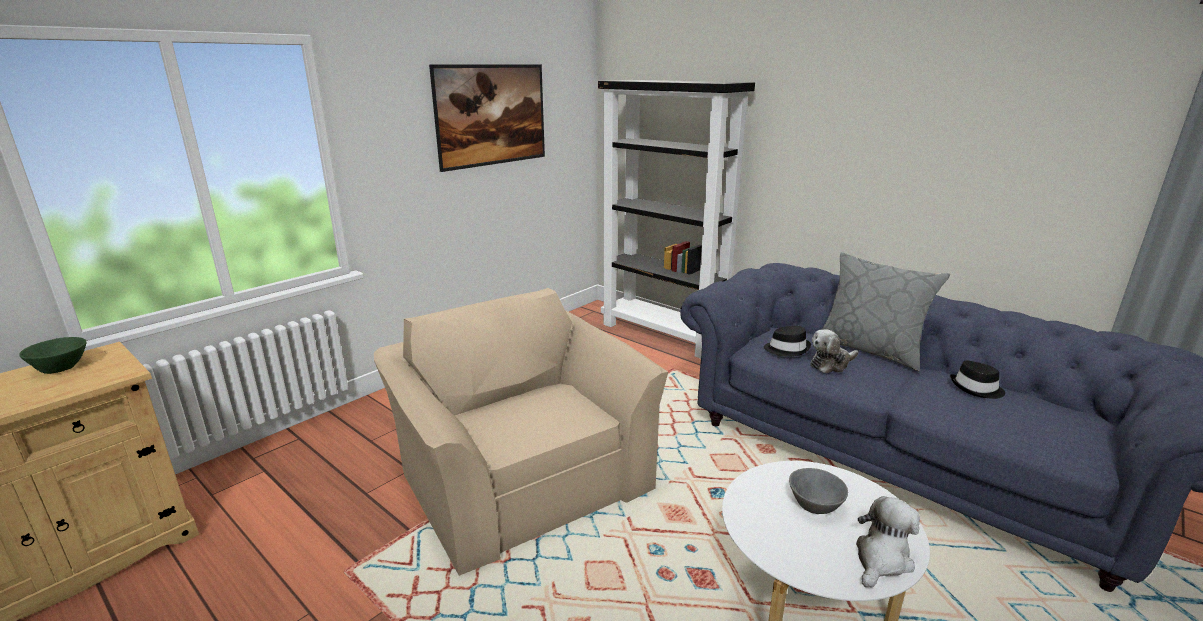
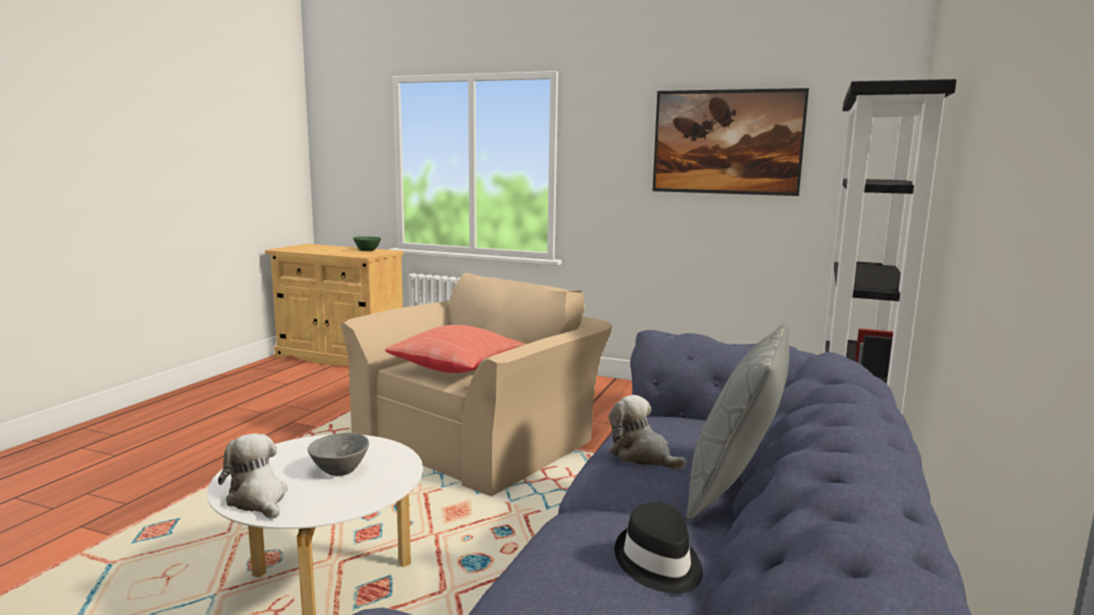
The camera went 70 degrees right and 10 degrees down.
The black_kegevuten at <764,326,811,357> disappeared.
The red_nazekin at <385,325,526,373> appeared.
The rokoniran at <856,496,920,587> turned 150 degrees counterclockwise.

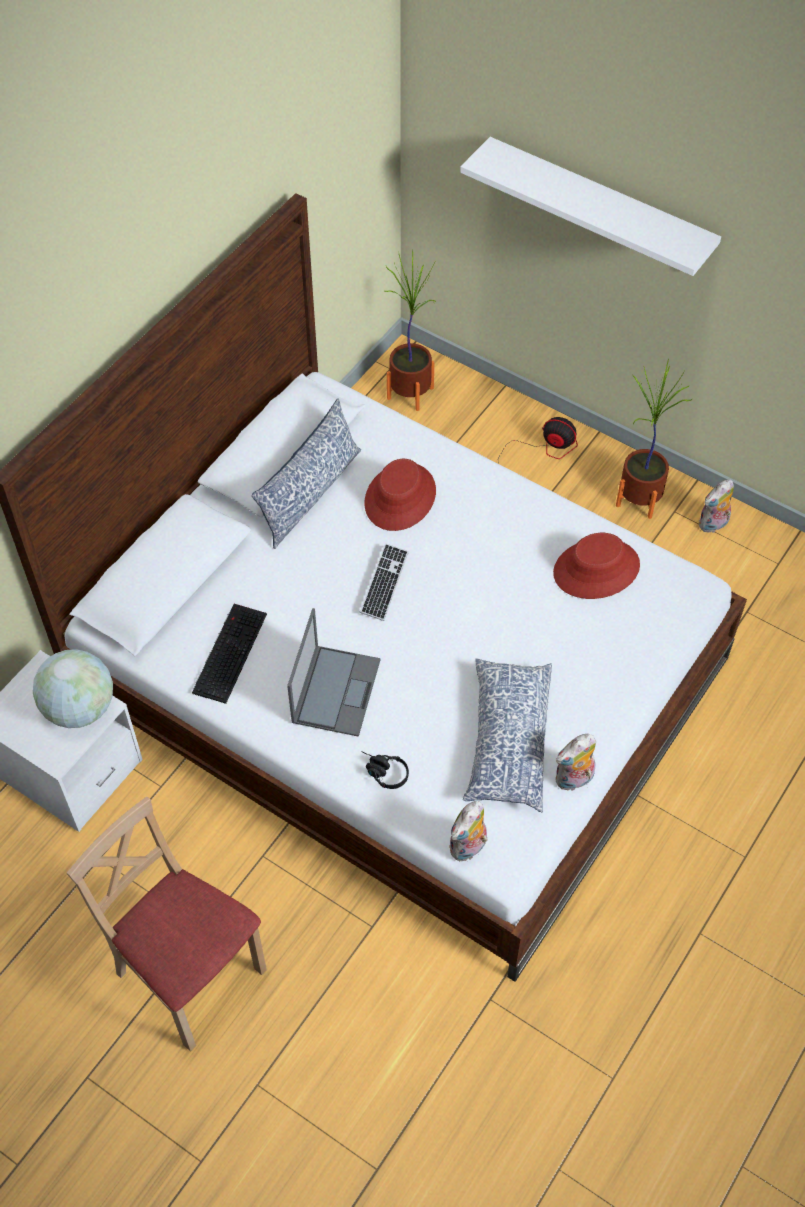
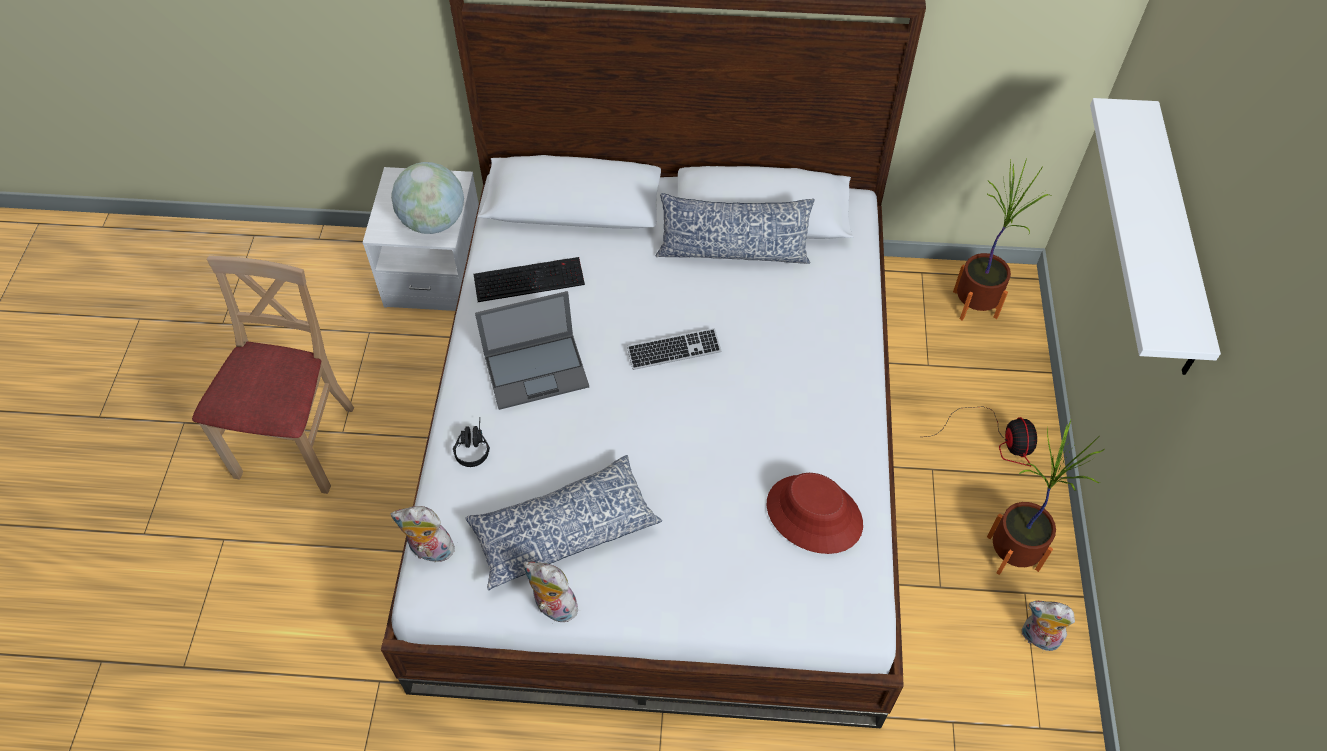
The camera went 60 degrees right and 0 degrees up.
The red_kegevuten at <364,459,436,531> disappeared.

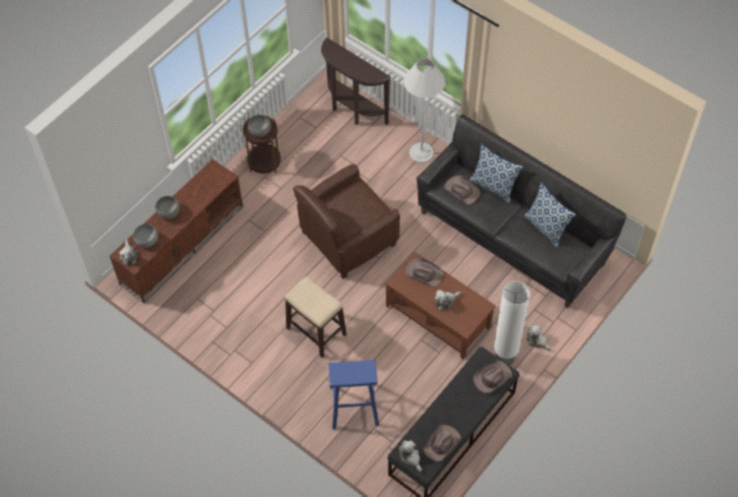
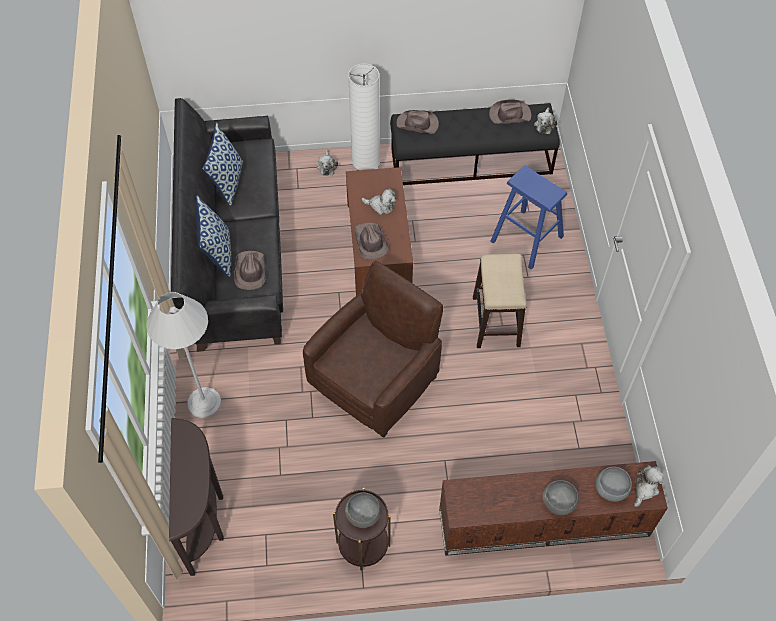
The camera went 135 degrees left and 0 degrees up.
The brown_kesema at <293,164,400,279> turned 60 degrees counterclockwise.

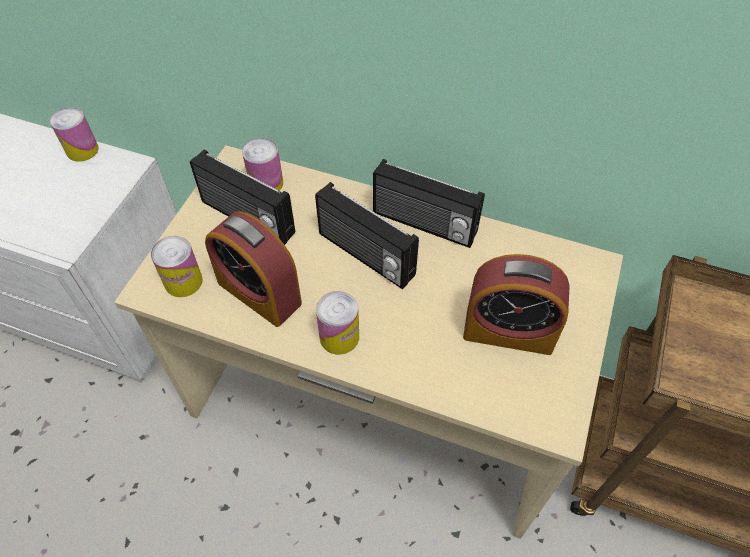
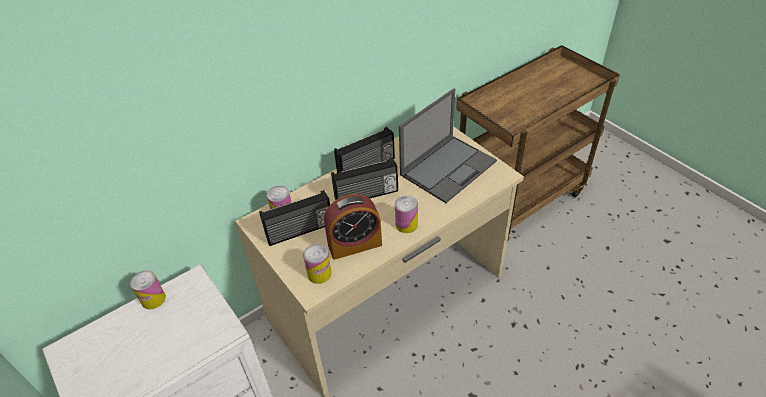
The camera went 55 degrees left and 10 degrees down.
The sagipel at <463,254,570,355> was replaced by the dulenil at <399,88,497,203>.

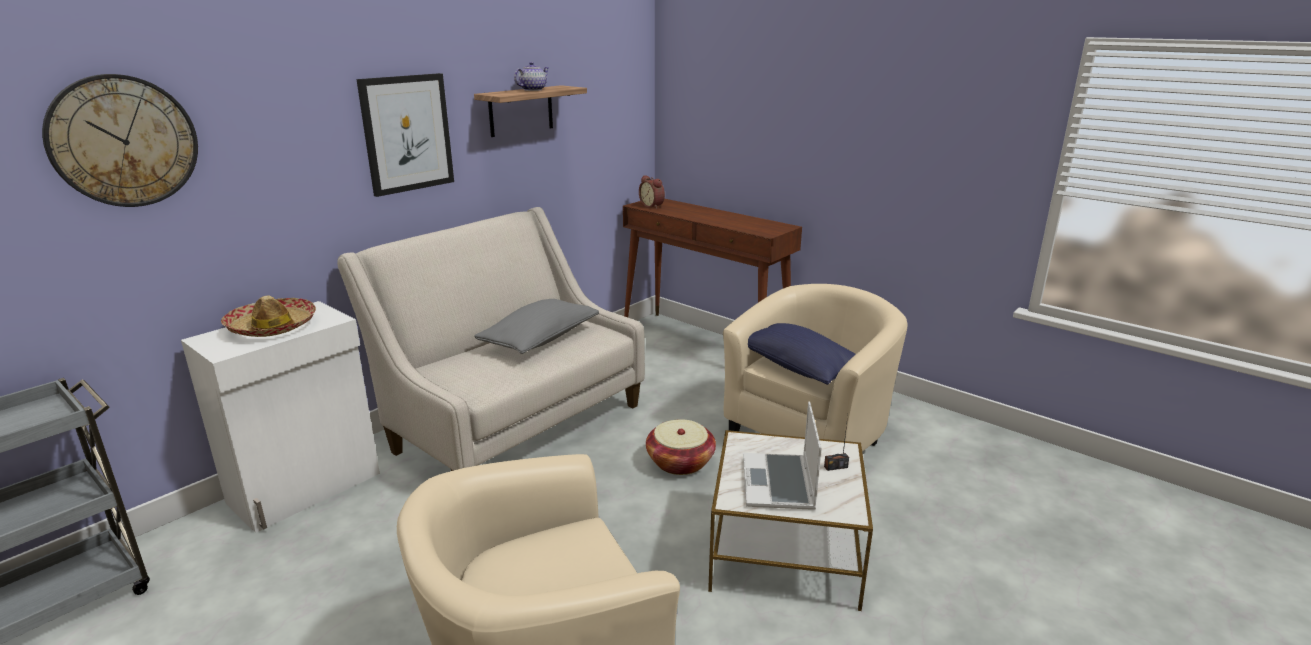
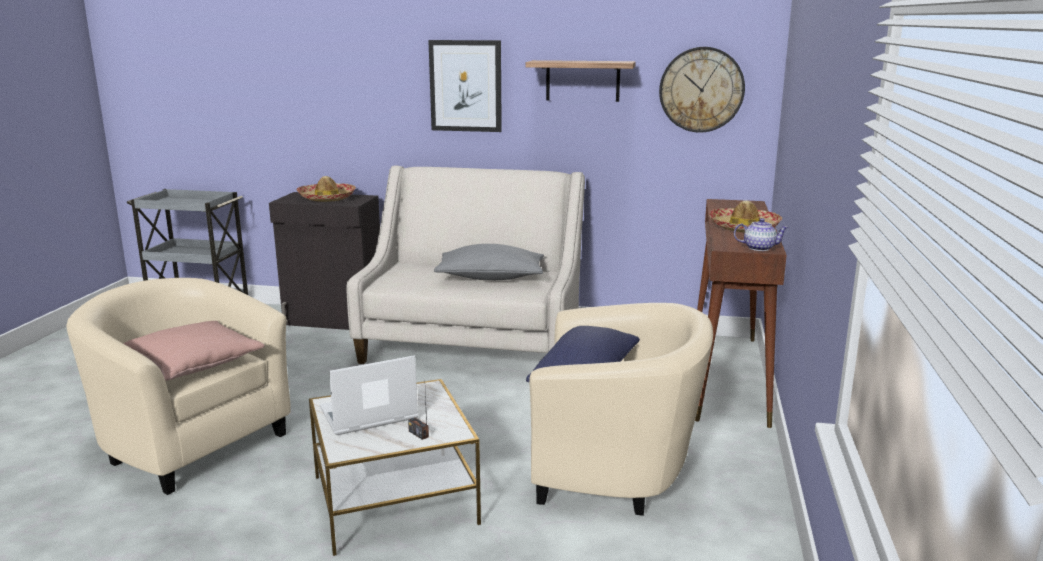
The camera went 60 degrees right and 5 degrees down.
The sagipel at <639,175,665,209> disappeared.
The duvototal at <646,419,716,475> disappeared.
The pink_nazekin at <123,321,265,381> appeared.
The kegevuten at <708,200,782,233> appeared.
The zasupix moved from <42,74,198,207> to <659,47,745,133>.
The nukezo moved from <514,62,549,91> to <734,218,789,251>.
The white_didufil at <181,301,380,533> became the black_didufil at <269,192,380,330>.

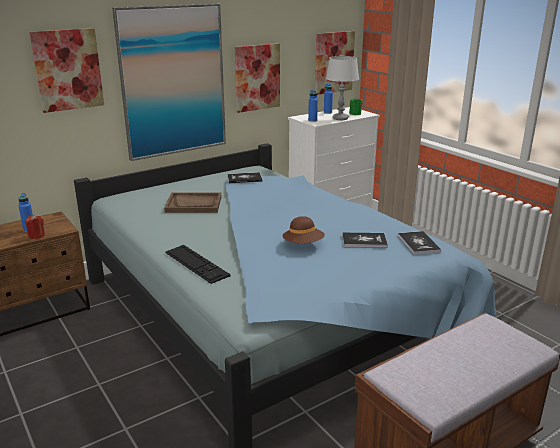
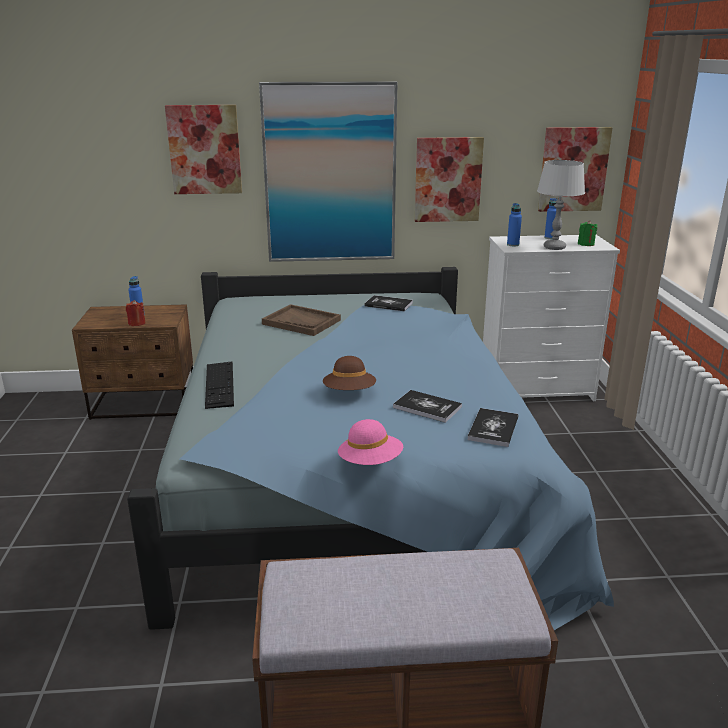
The camera went 30 degrees right and 0 degrees up.
The pink_kegevuten at <338,419,403,465> appeared.

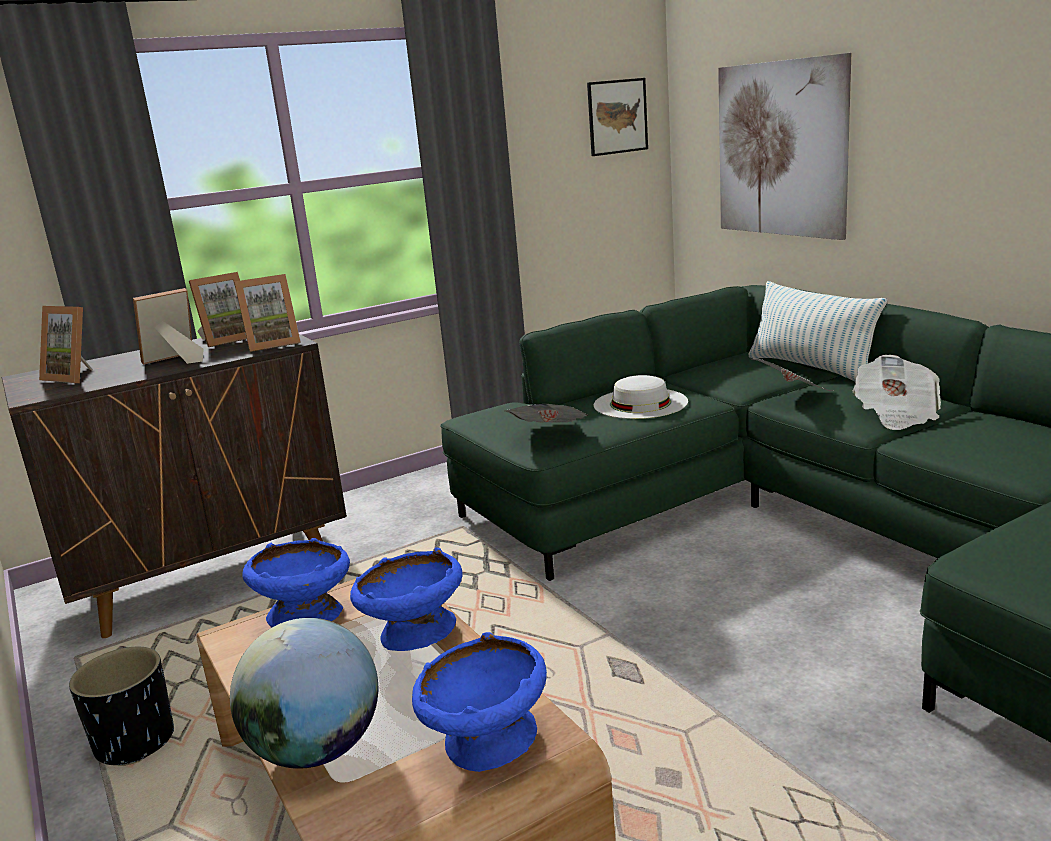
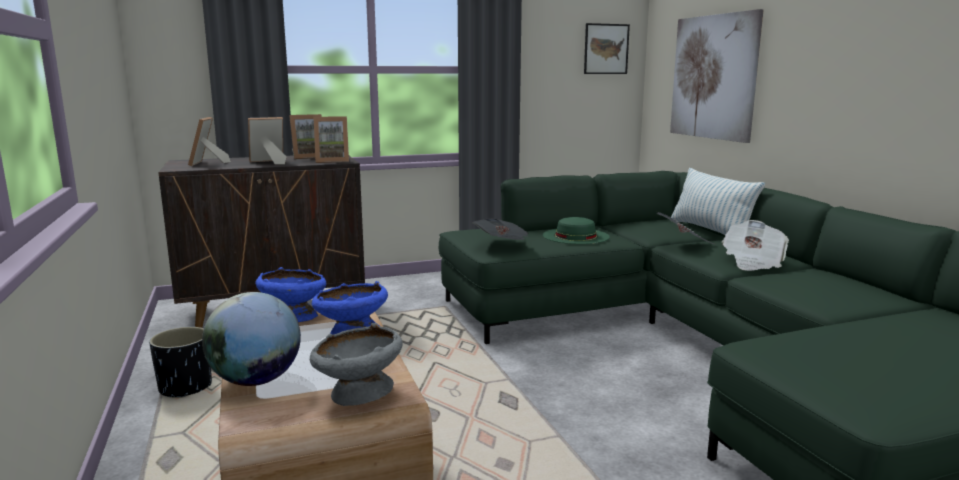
The camera went 10 degrees right and 5 degrees down.
The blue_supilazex at <412,632,547,772> became the grey_supilazex at <310,323,403,406>.
The white_kegevuten at <593,375,688,419> became the green_kegevuten at <543,217,610,244>.
The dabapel at <39,306,93,383> turned 45 degrees clockwise.

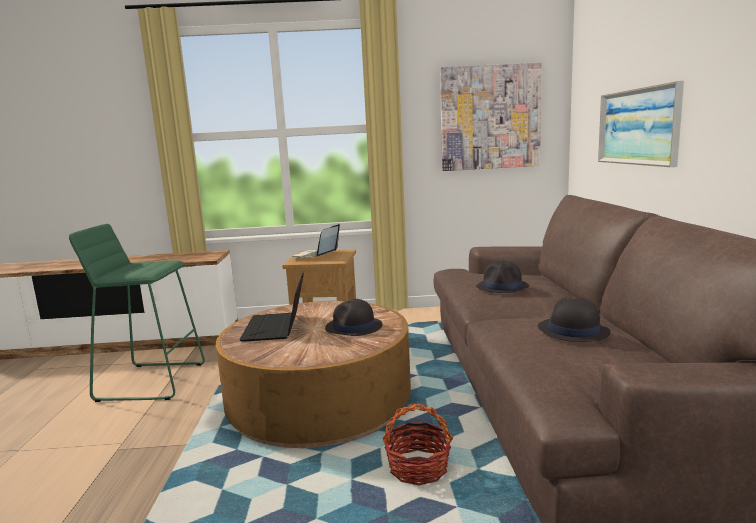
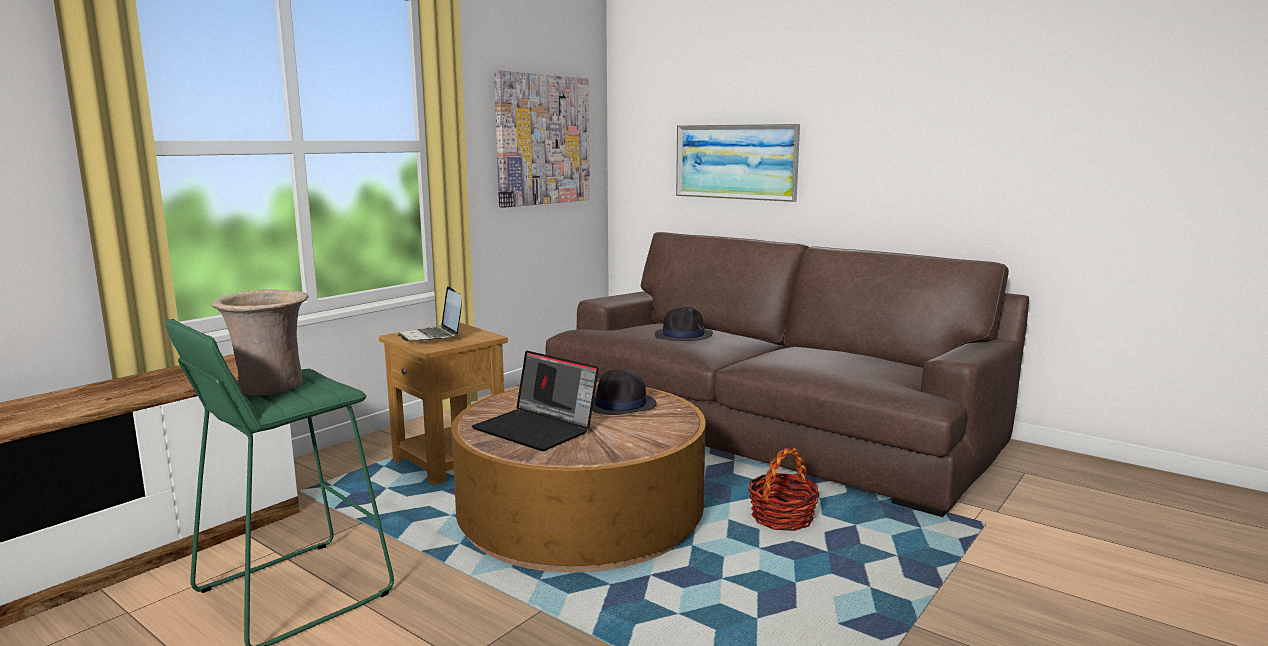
The camera went 50 degrees left and 0 degrees up.
The black_kegevuten at <538,297,611,342> disappeared.
The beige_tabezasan at <211,289,309,395> appeared.

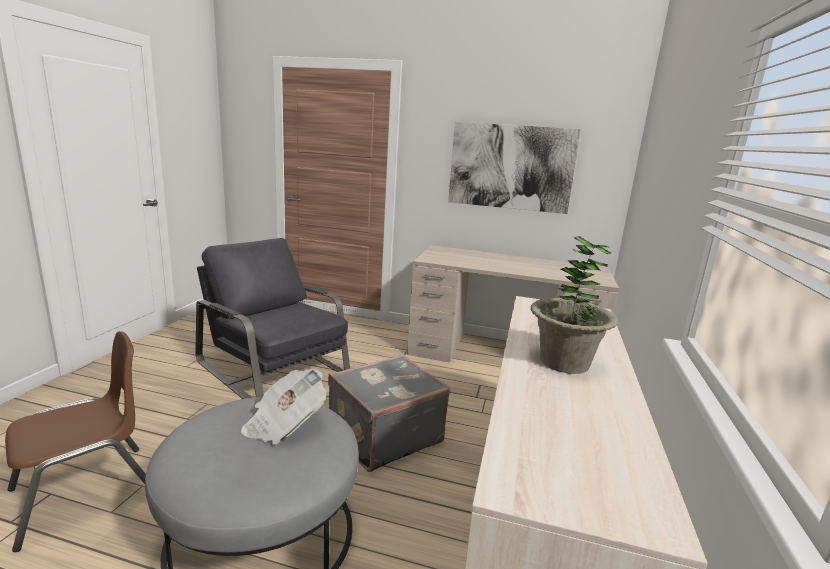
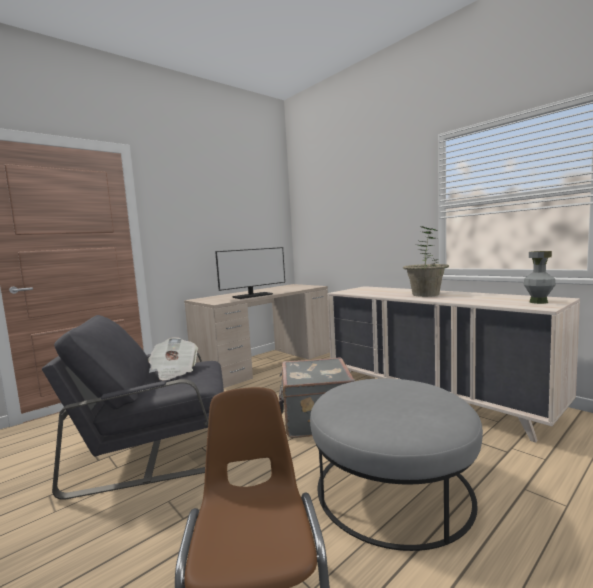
The camera went 55 degrees left and 10 degrees down.
The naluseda at <448,122,581,214> disappeared.
The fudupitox at <215,247,285,299> appeared.
The grey_tabezasan at <524,251,556,304> appeared.
The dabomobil moved from <241,369,327,444> to <148,337,198,381>.

